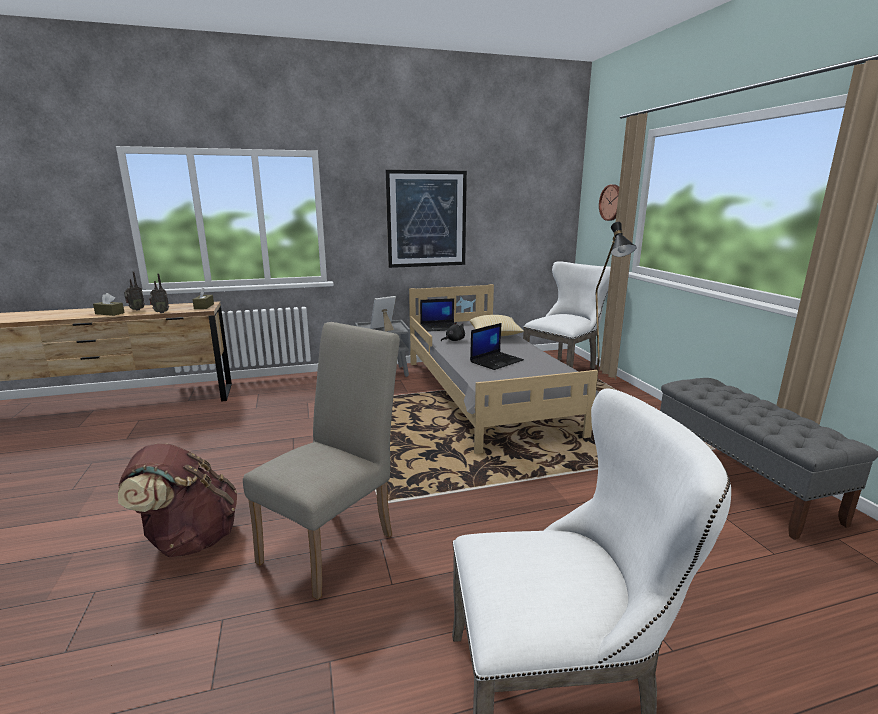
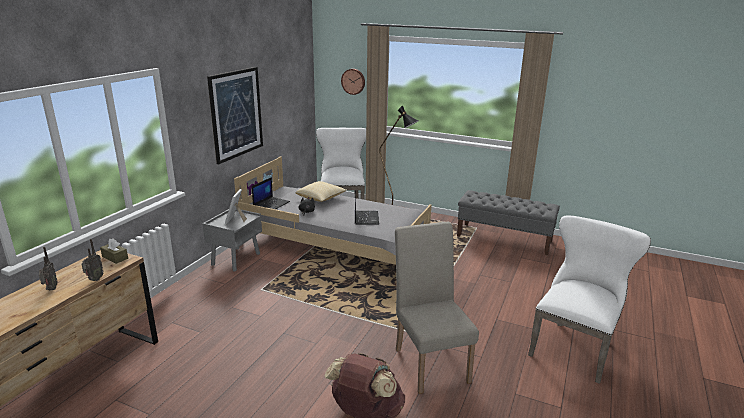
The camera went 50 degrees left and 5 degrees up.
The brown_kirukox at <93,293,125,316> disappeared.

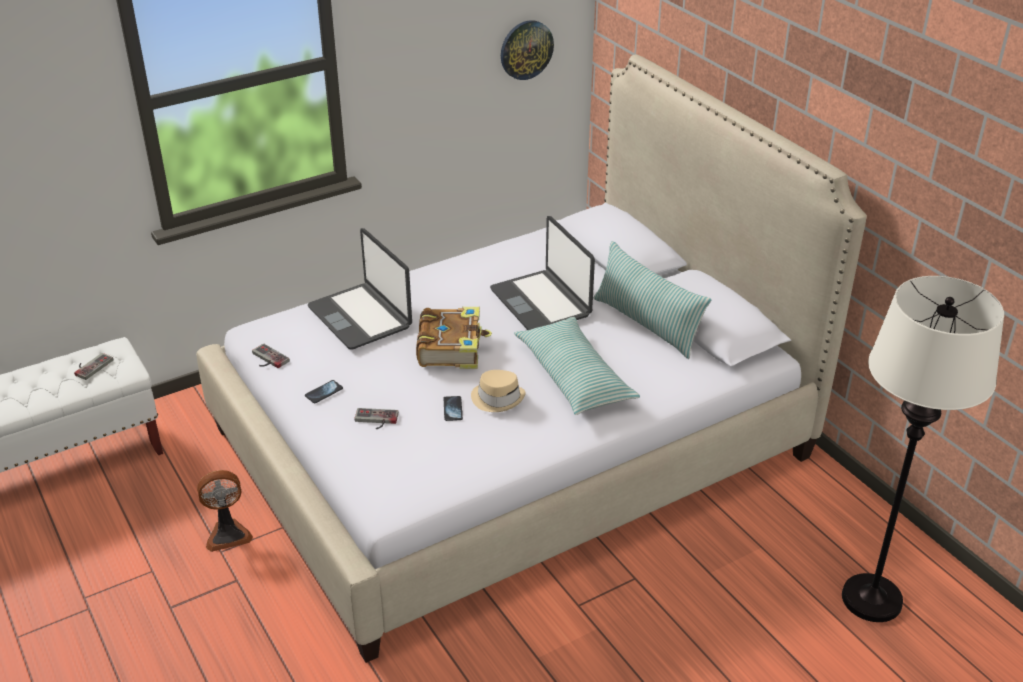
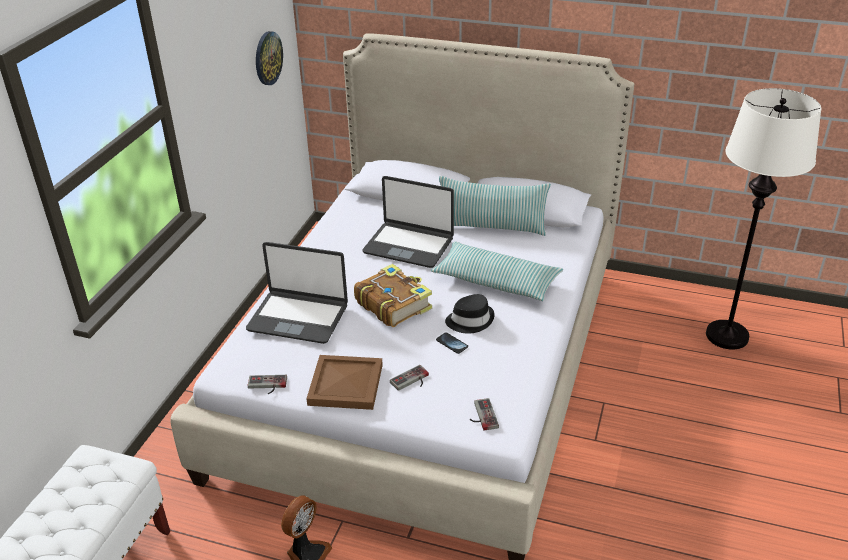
The camera went 40 degrees left and 0 degrees up.
The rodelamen moved from <74,353,113,380> to <470,398,499,431>.
The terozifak at <305,380,343,403> was replaced by the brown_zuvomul at <307,355,383,410>.
The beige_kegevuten at <471,370,526,412> became the black_kegevuten at <445,294,495,334>.

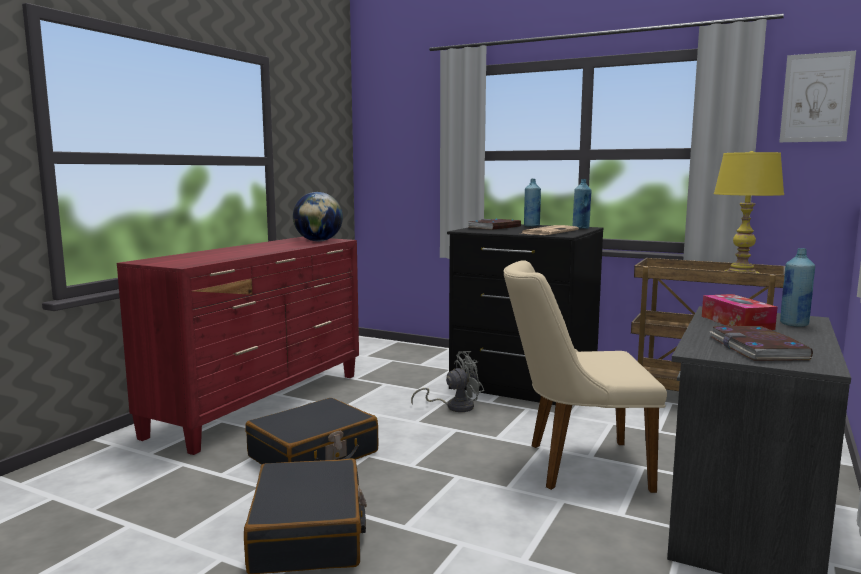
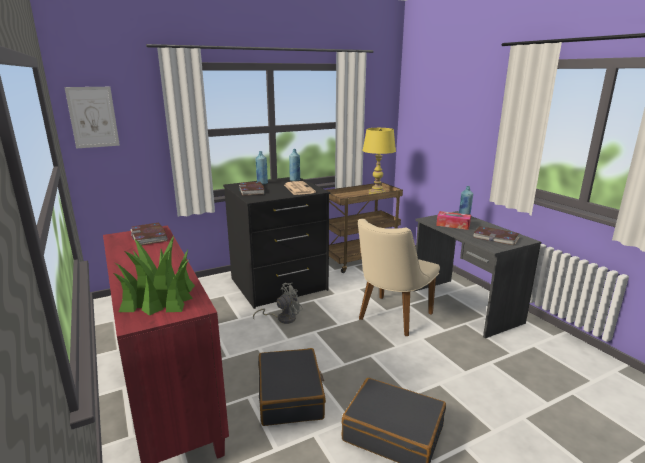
The camera went 55 degrees left and 10 degrees up.
The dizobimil at <113,235,195,316> appeared.
The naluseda moved from <779,51,856,142> to <64,87,120,149>.
The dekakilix at <293,192,343,241> was replaced by the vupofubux at <130,223,167,245>.
The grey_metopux at <411,351,484,412> turned 45 degrees clockwise.

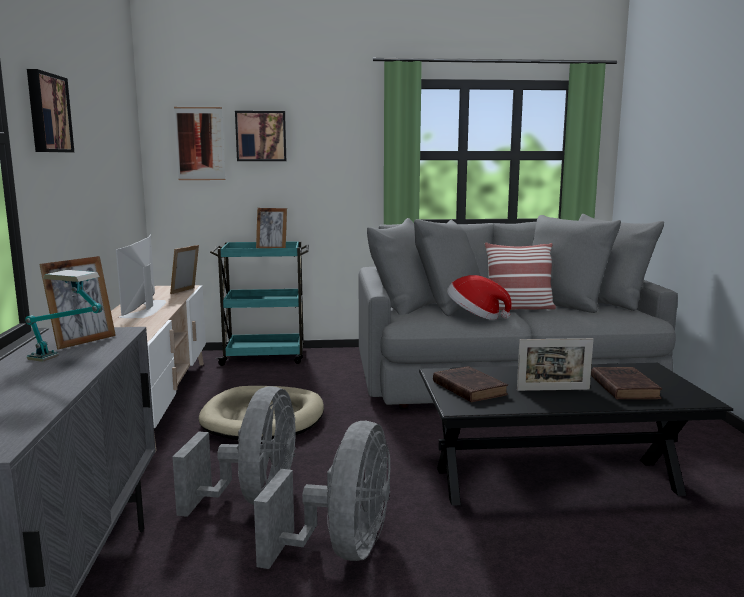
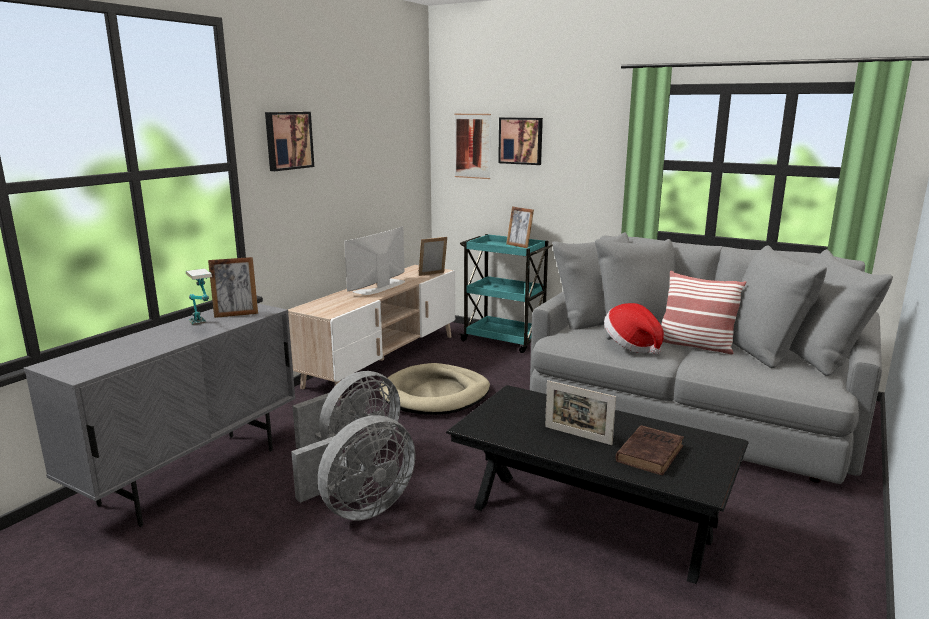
The camera went 35 degrees right and 5 degrees up.
The brown_vupofubux at <433,366,508,402> disappeared.

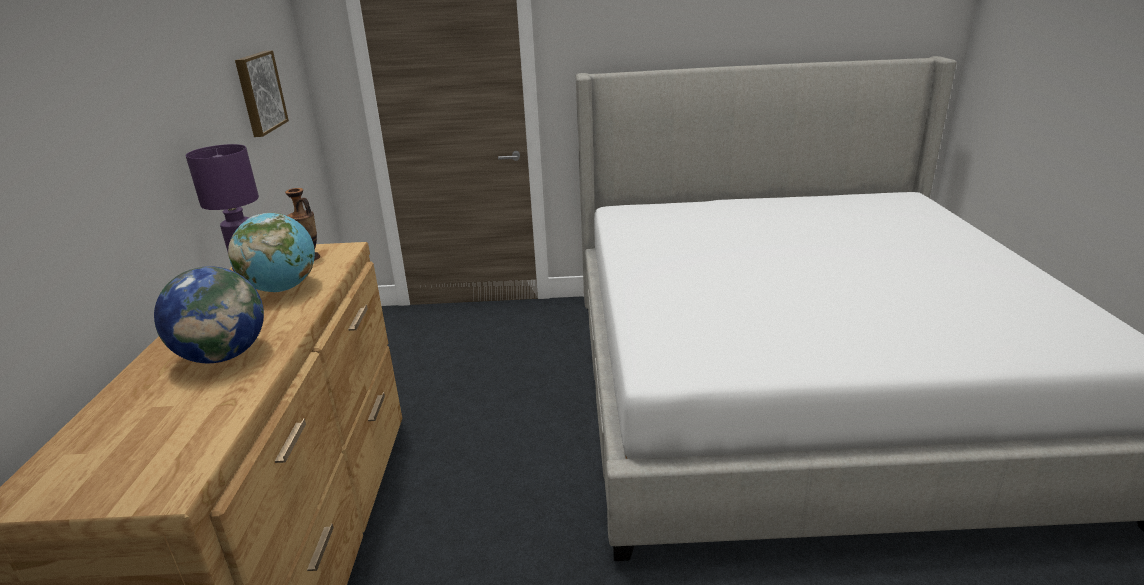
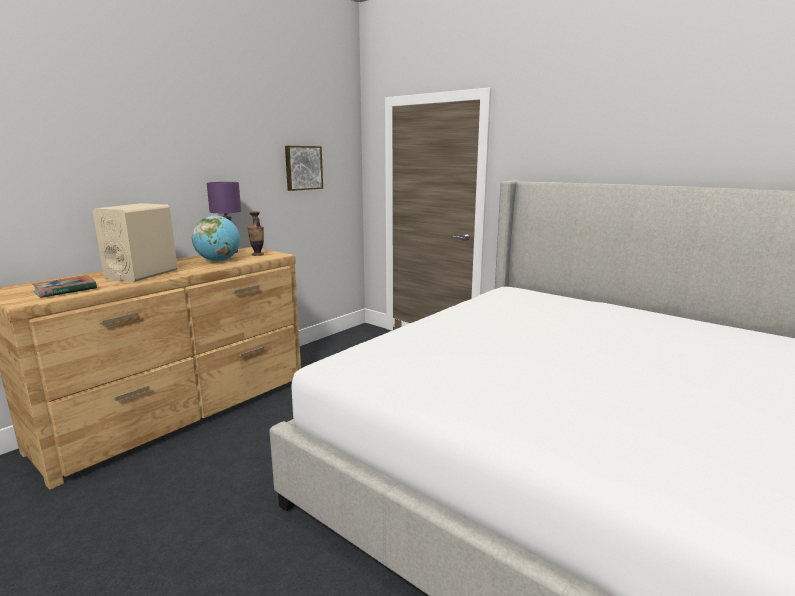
The camera went 40 degrees right and 10 degrees down.
The vupofubux at <32,275,97,298> appeared.
The dekakilix at <154,266,264,363> was replaced by the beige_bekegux at <93,203,177,282>.

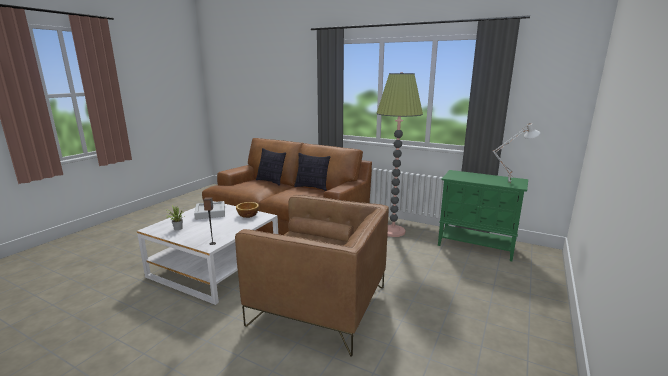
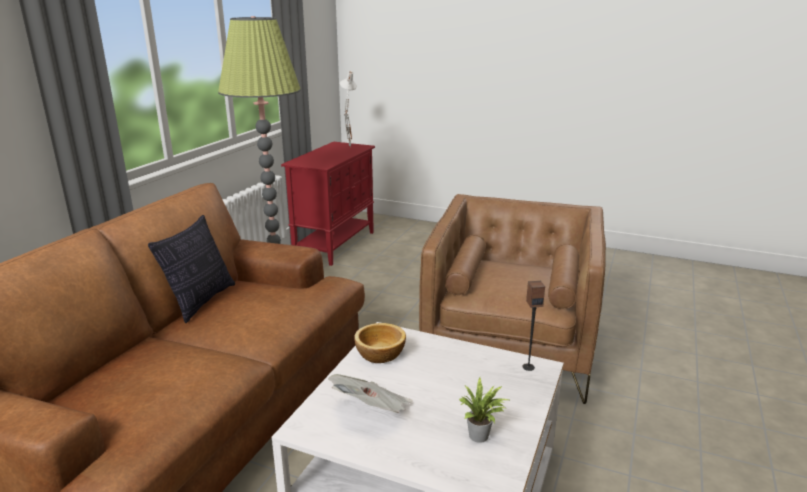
The camera went 95 degrees left and 5 degrees up.
The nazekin at <256,148,286,186> disappeared.
The grey_zuvomul at <194,201,225,220> was replaced by the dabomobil at <328,374,412,413>.
The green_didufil at <438,170,528,261> became the red_didufil at <281,142,375,266>.

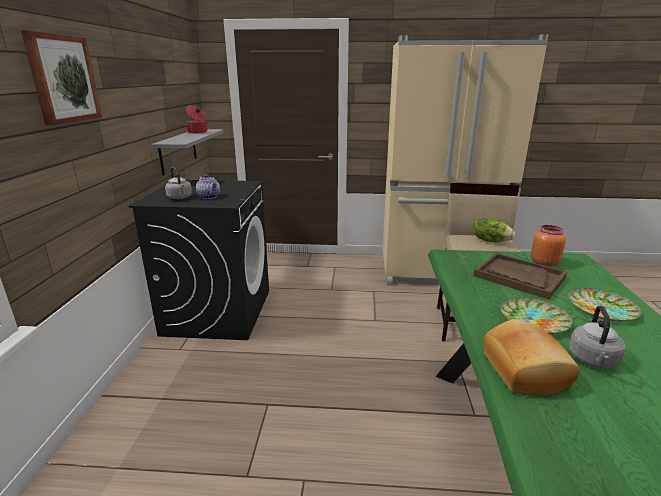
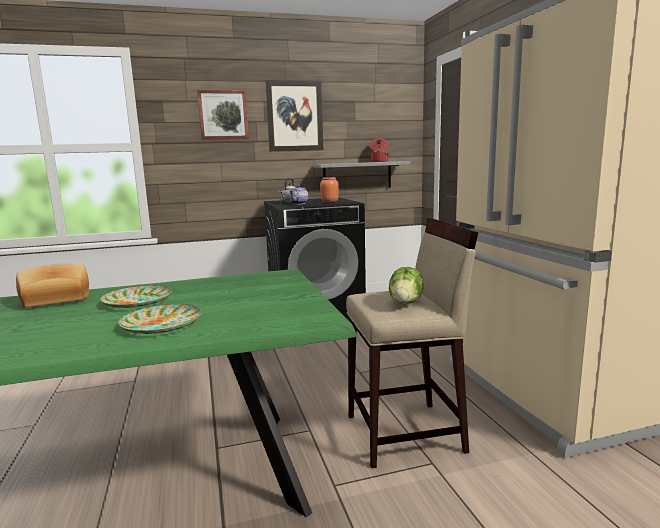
The camera went 70 degrees right and 10 degrees down.
The brown_zuvomul at <473,253,567,299> disappeared.
The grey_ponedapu at <569,306,625,368> disappeared.
The naluseda at <265,80,323,152> appeared.
The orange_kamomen moved from <531,225,566,267> to <320,177,339,203>.

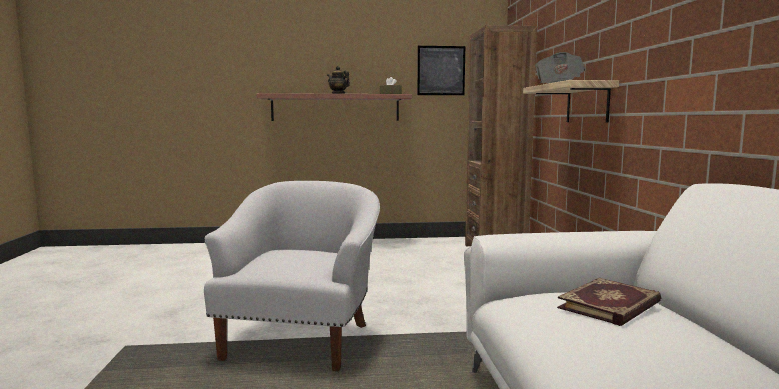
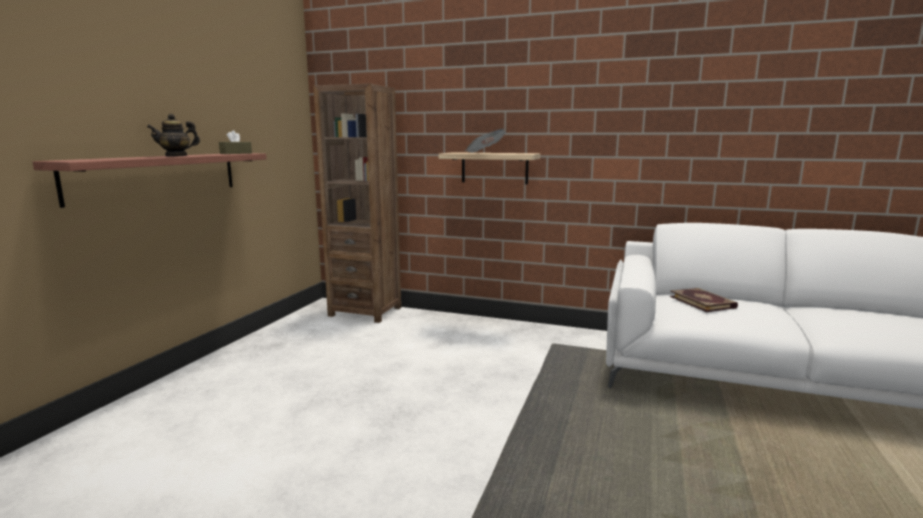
The camera went 65 degrees left and 5 degrees up.
The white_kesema at <204,181,380,371> disappeared.
The naluseda at <417,46,465,95> disappeared.

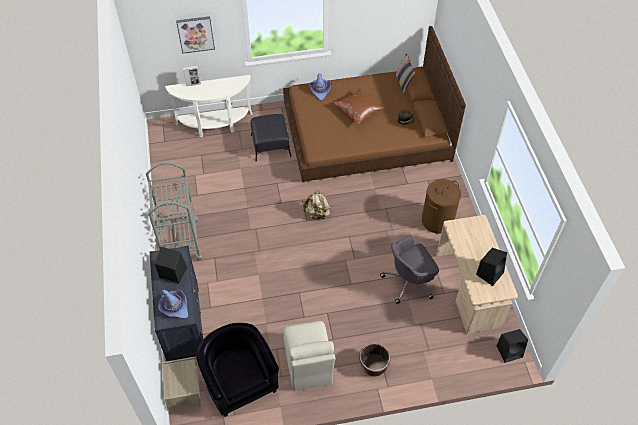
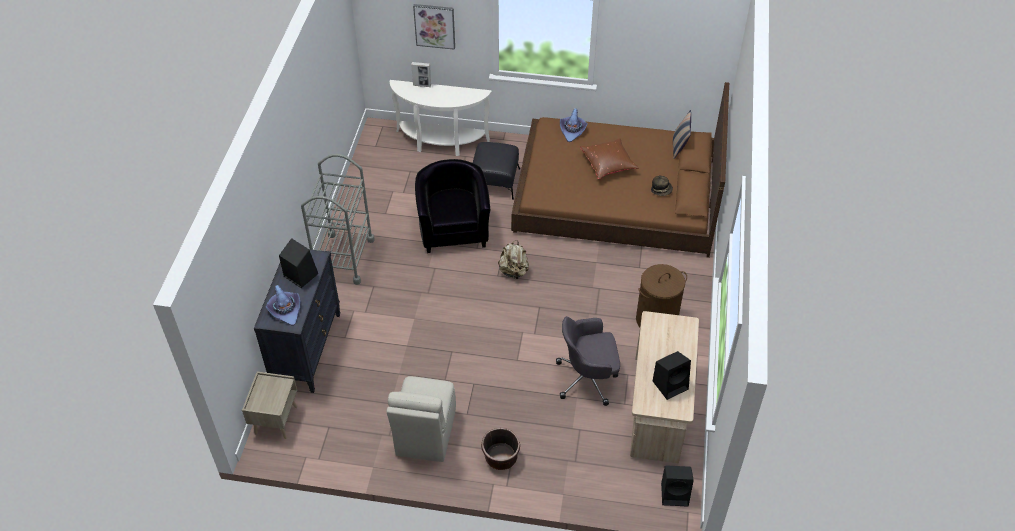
The camera went 20 degrees right and 5 degrees down.
The black_kesema moved from <196,323,279,417> to <415,159,490,253>.

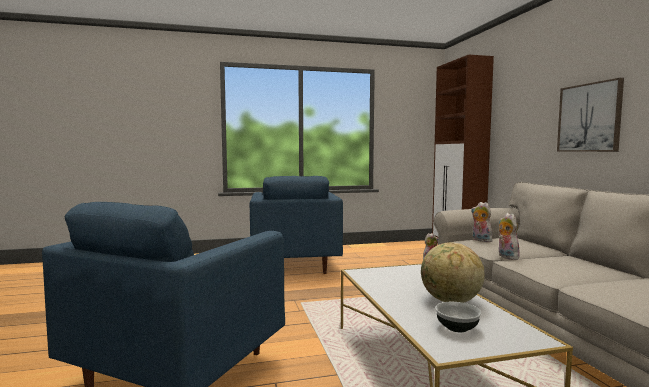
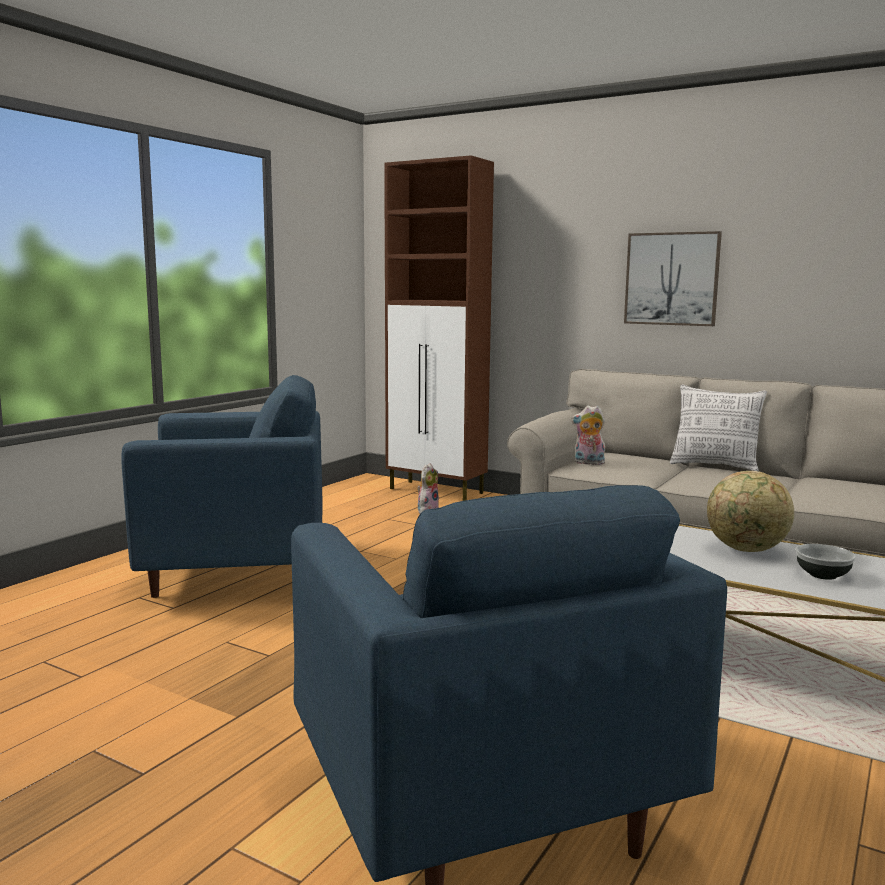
The camera went 45 degrees left and 5 degrees up.
The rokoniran at <499,213,520,260> disappeared.
The nazekin at <670,384,767,471> appeared.
The blue_kesema at <250,176,343,274> turned 45 degrees counterclockwise.

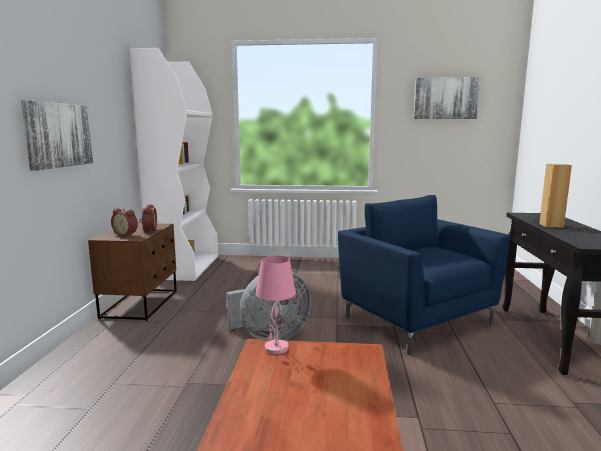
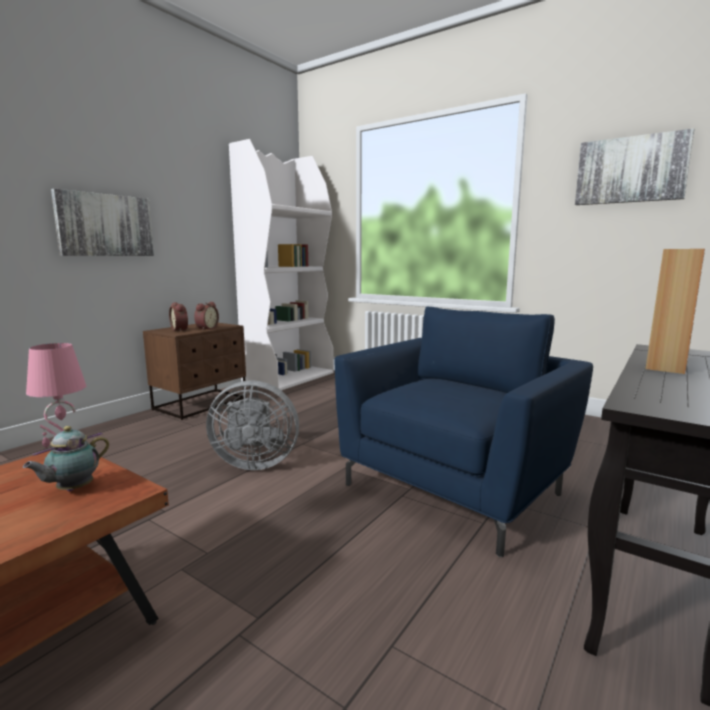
The camera went 30 degrees right and 0 degrees up.
The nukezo at <23,426,109,491> appeared.
The blue_kesema at <338,195,510,355> turned 45 degrees clockwise.

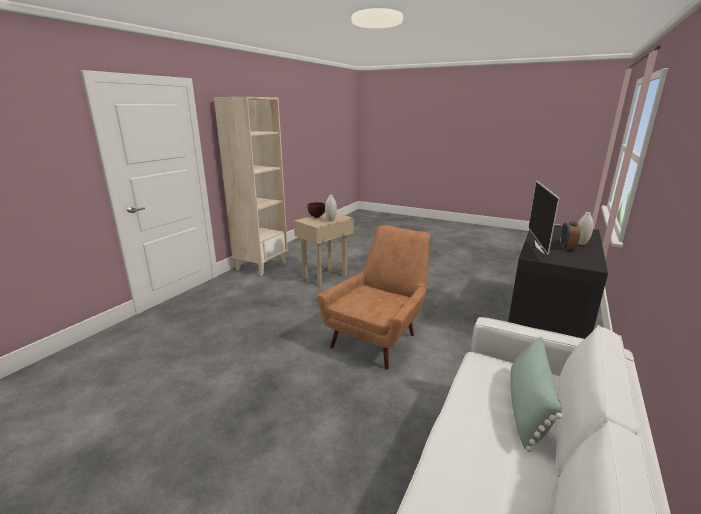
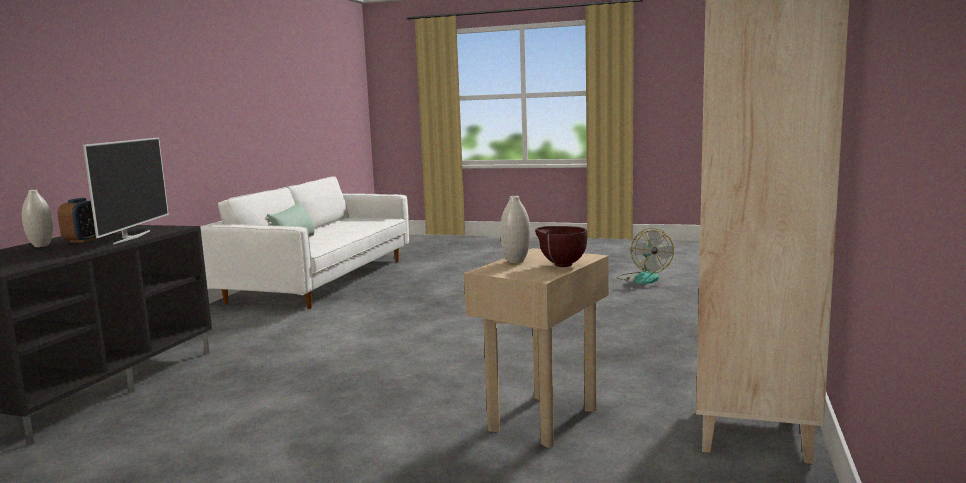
The camera went 170 degrees right and 10 degrees down.
The brown_kesema at <317,225,430,370> disappeared.
The metopux at <617,228,674,284> appeared.

